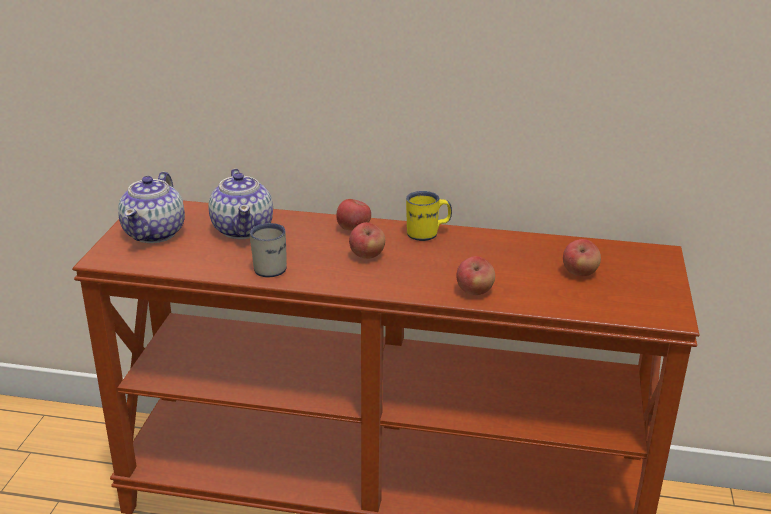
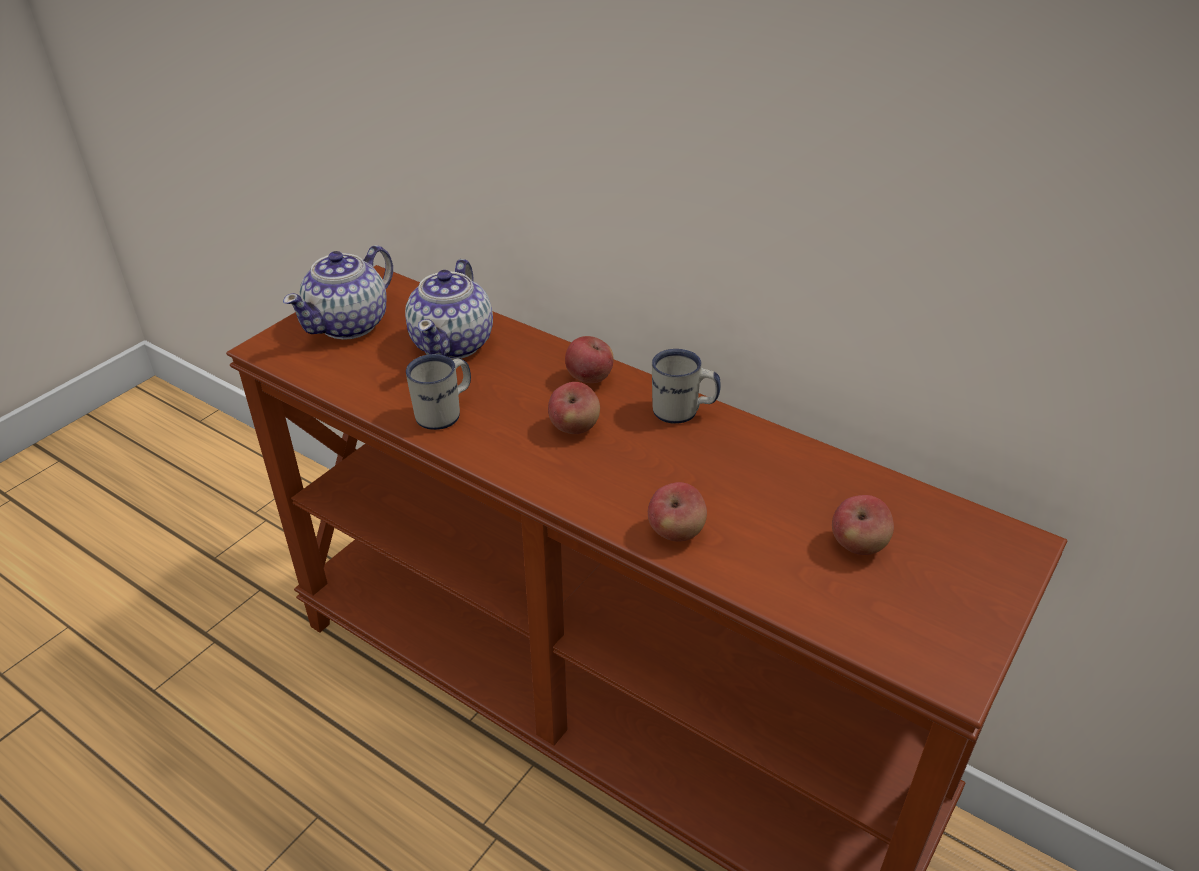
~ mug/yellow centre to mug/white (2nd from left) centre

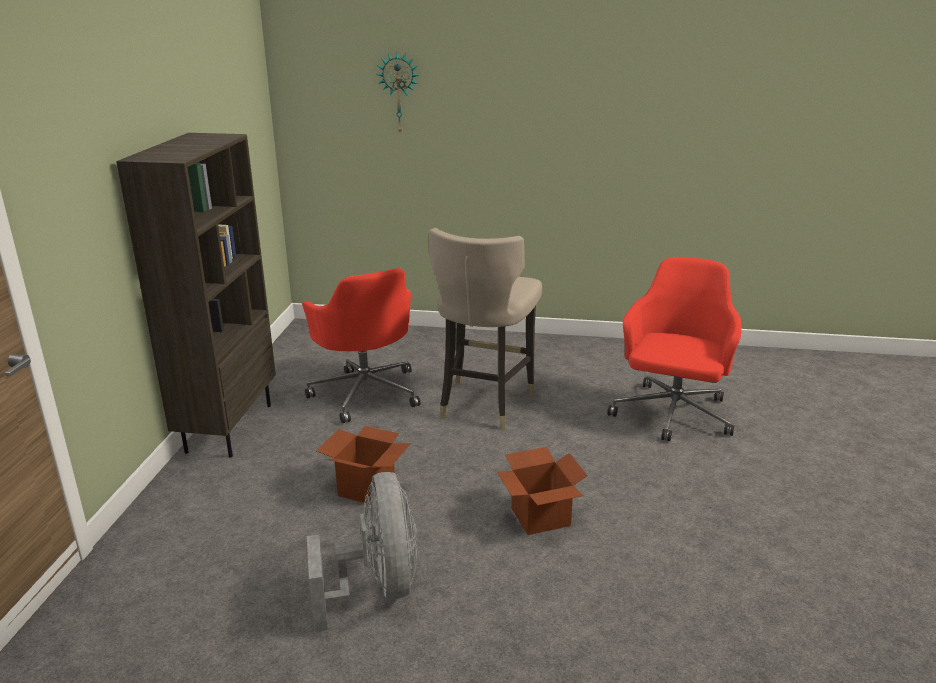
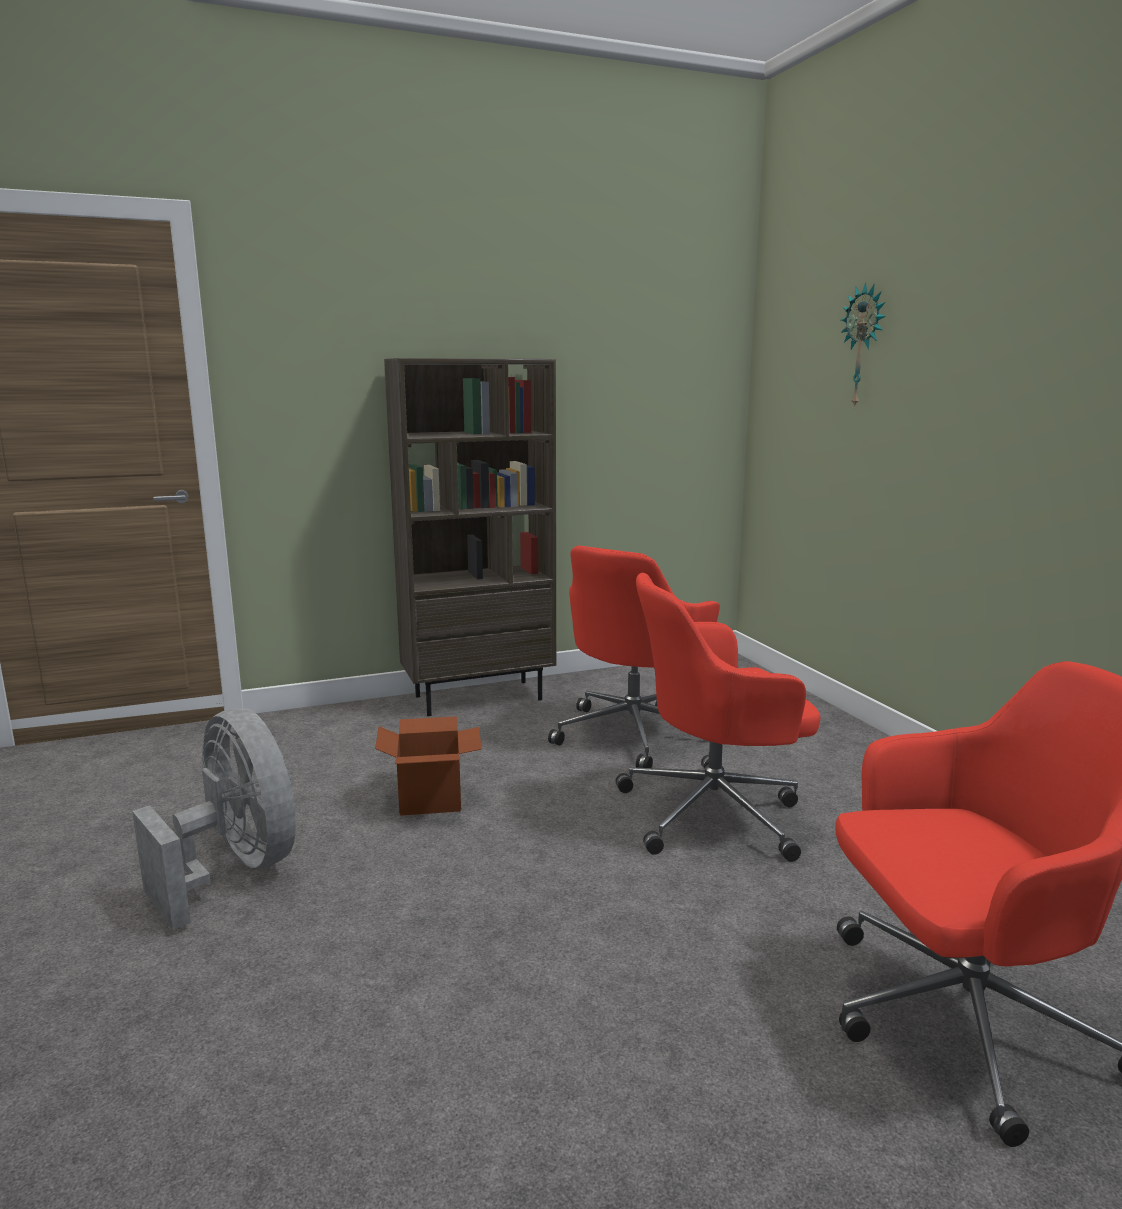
- cardboard box (2nd from left) bottom centre
~ stool/beige centre to office chair/red (2nd from left) centre
~ fan/grey bottom centre = bottom left 90 degrees counterclockwise

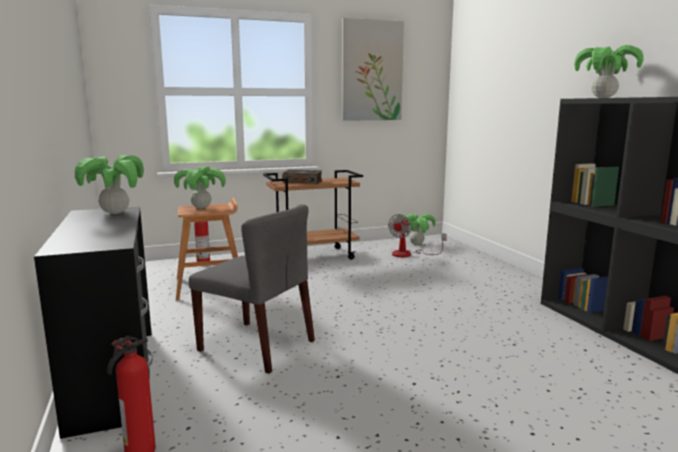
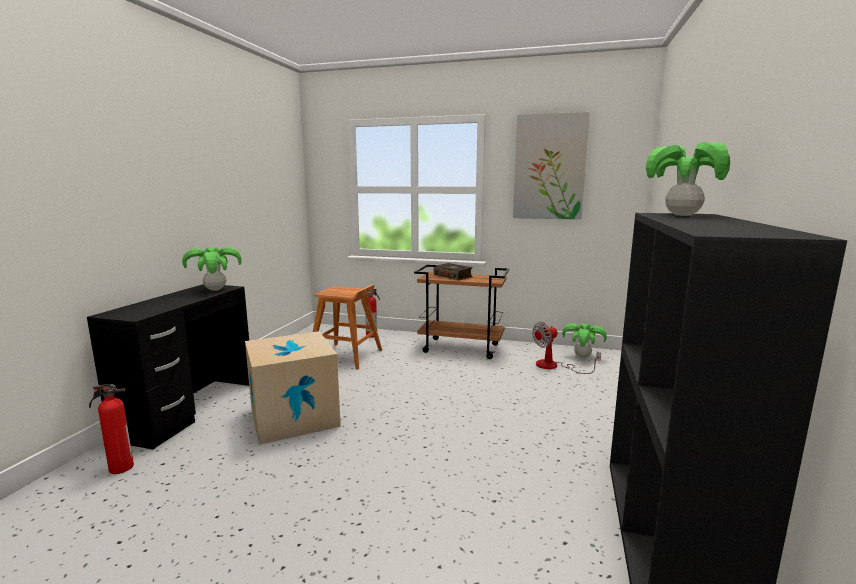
- potted plant (2nd from left) middle left
~ chair/grey centre to cardboard box centre

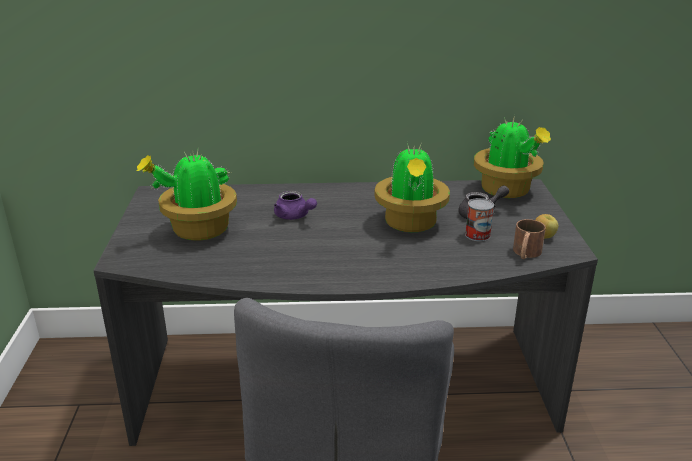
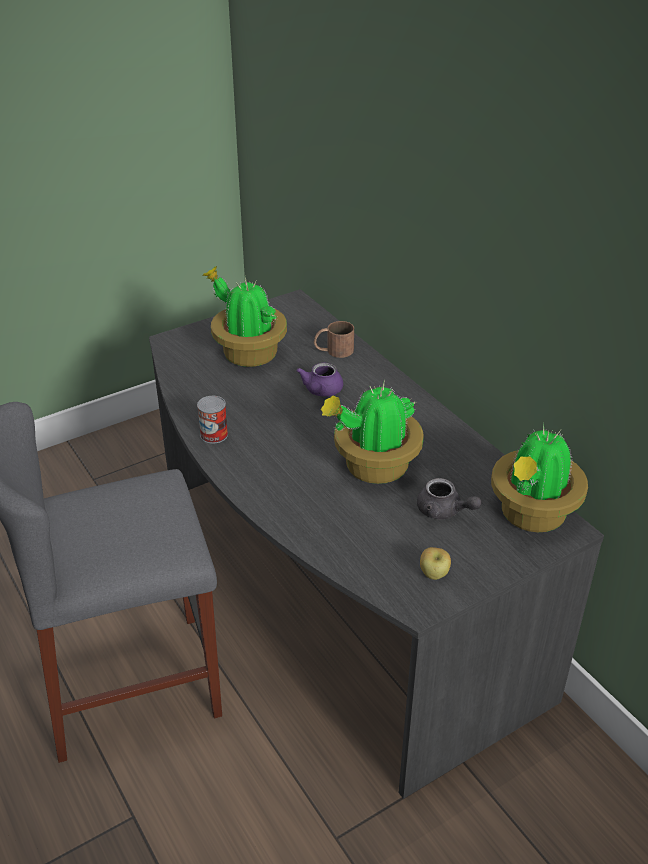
~ can middle right to middle left
~ mug/brown middle right to centre

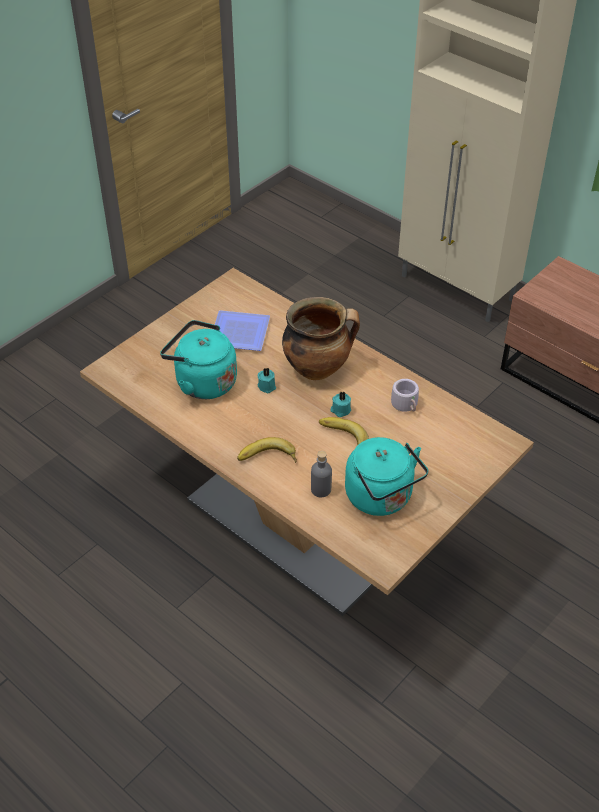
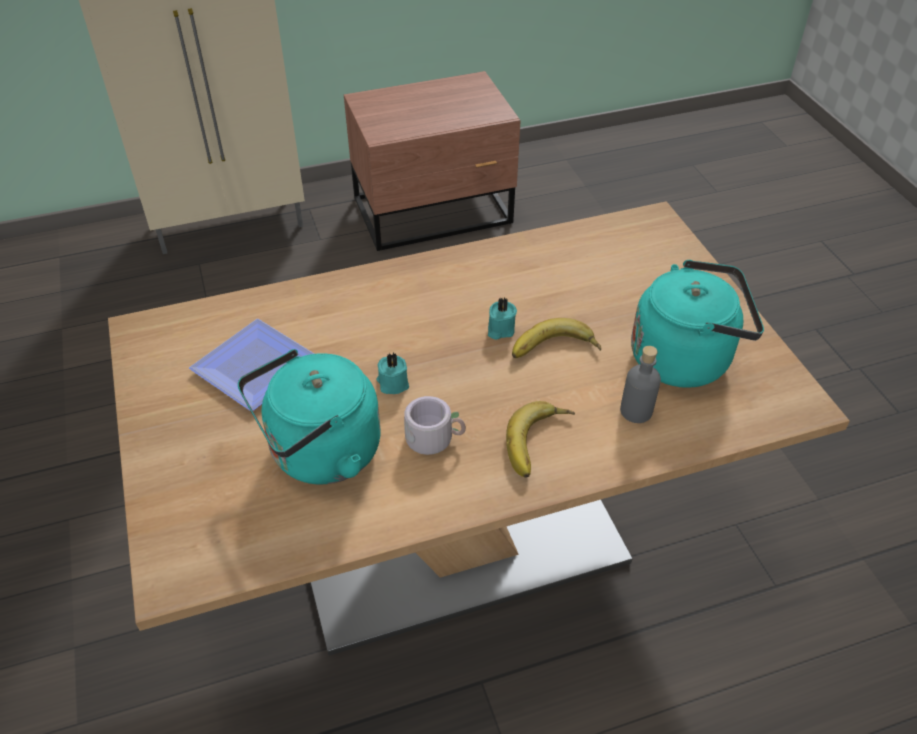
- cooking pot centre
~ mug/grey middle right to centre

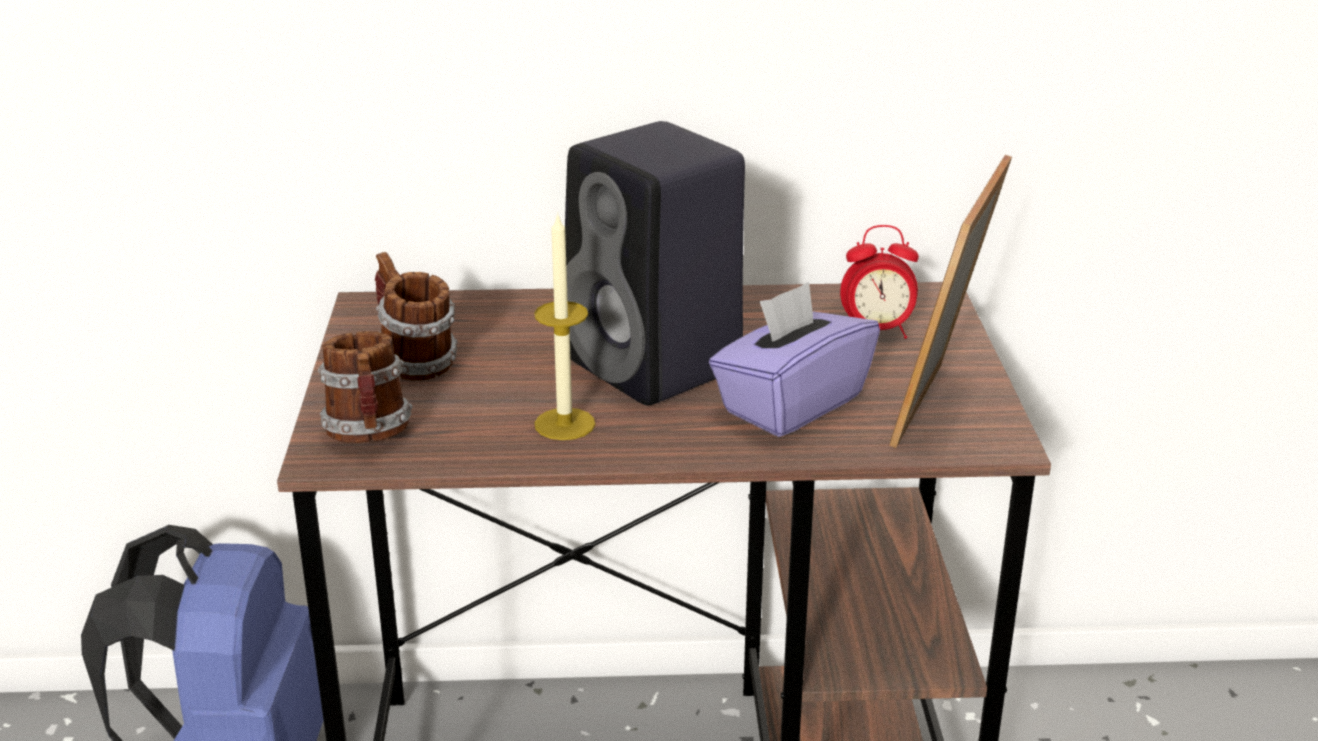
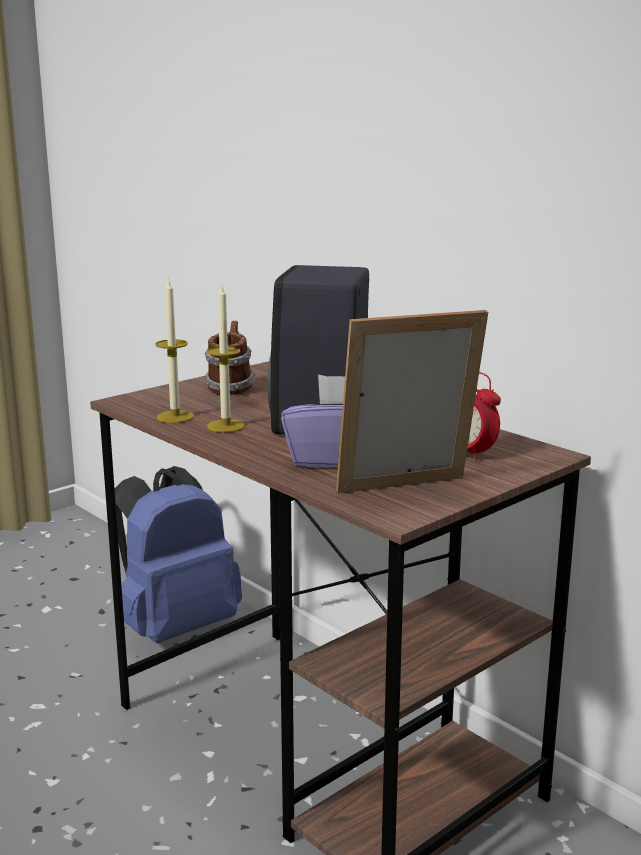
- mug (1st from left) middle left
+ candle (1st from left) middle left

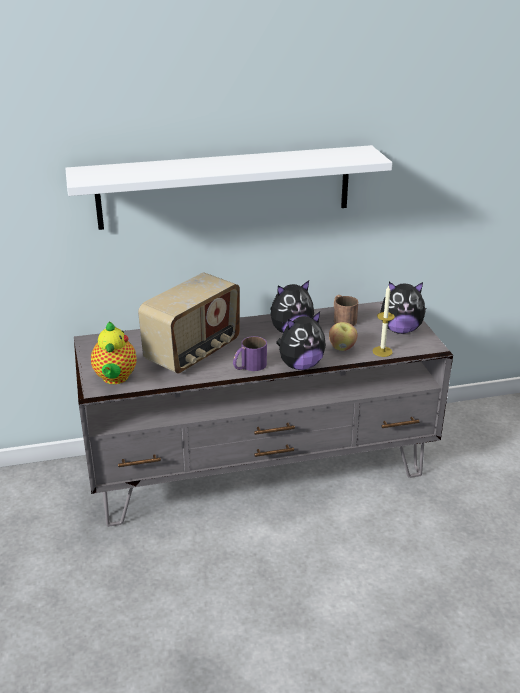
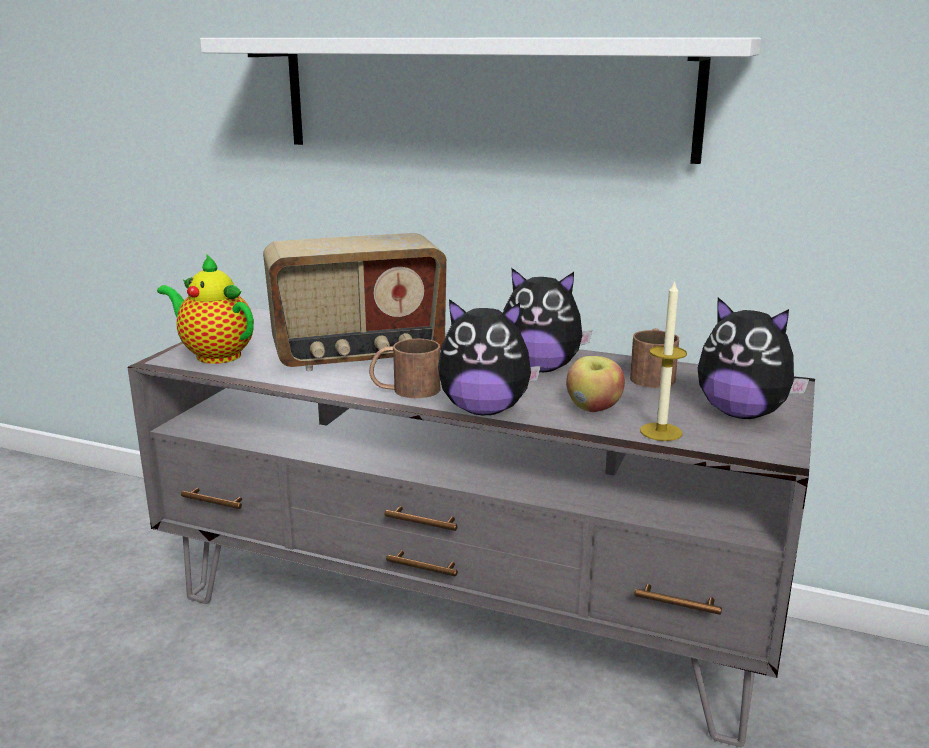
~ mug/purple centre to mug/brown (1st from left) centre
~ teapot middle left = middle left 90 degrees clockwise

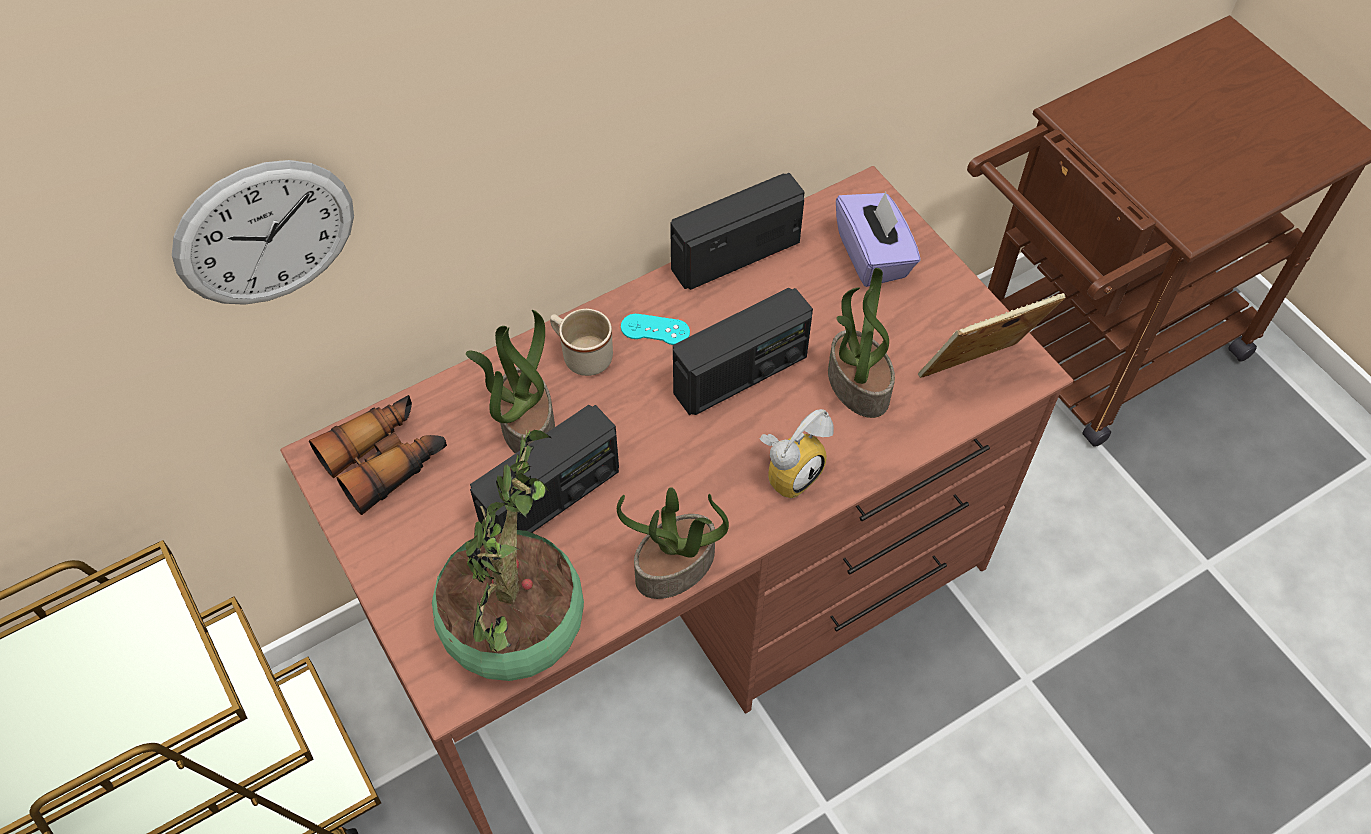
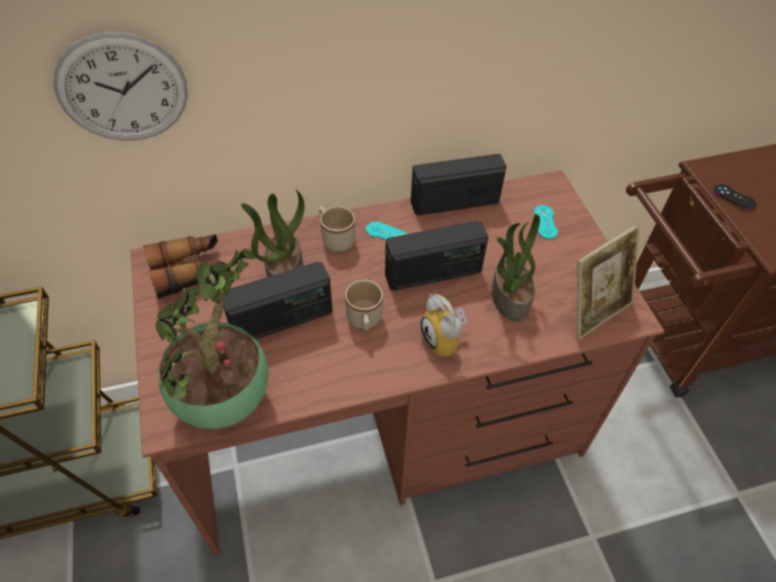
- potted plant (3rd from left) centre
+ mug/beige (2nd from left) centre
+ game controller/black middle right
~ tissue box/purple top centre to game controller/turquoise (2nd from left) middle right
~ alarm clock centre = centre 90 degrees clockwise
~ picture frame middle right = middle right 150 degrees clockwise

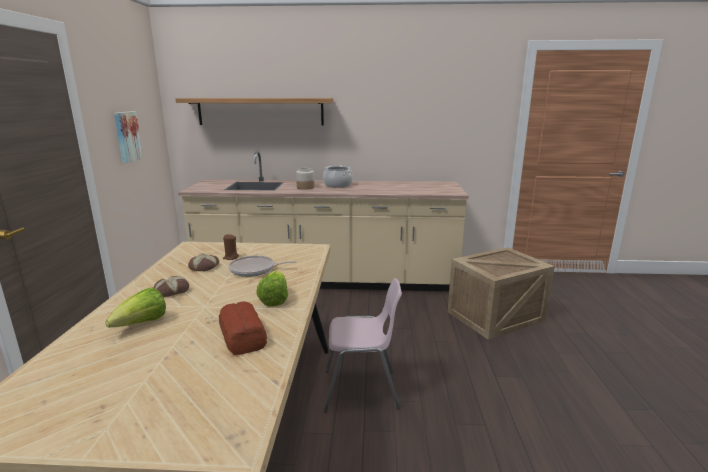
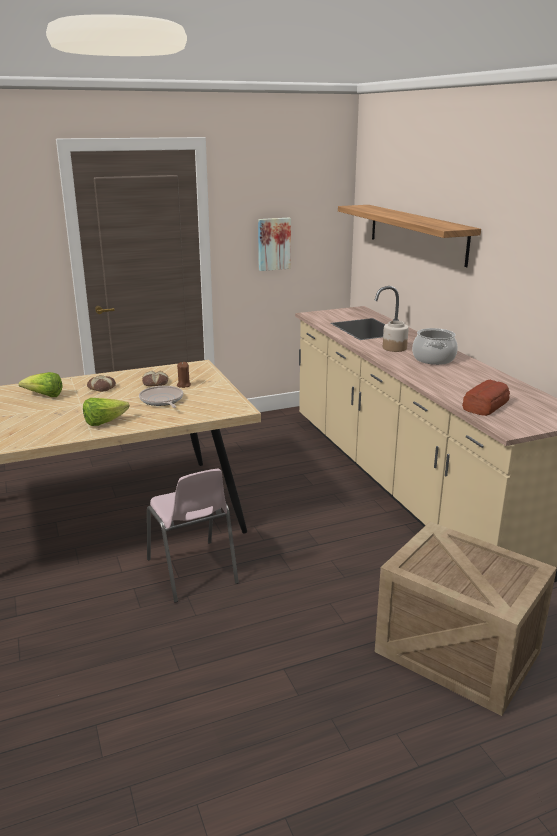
~ bread (3rd from left) bottom centre to middle right

